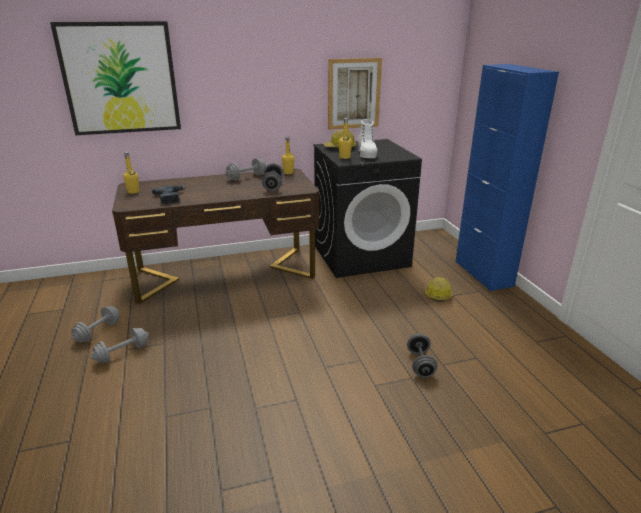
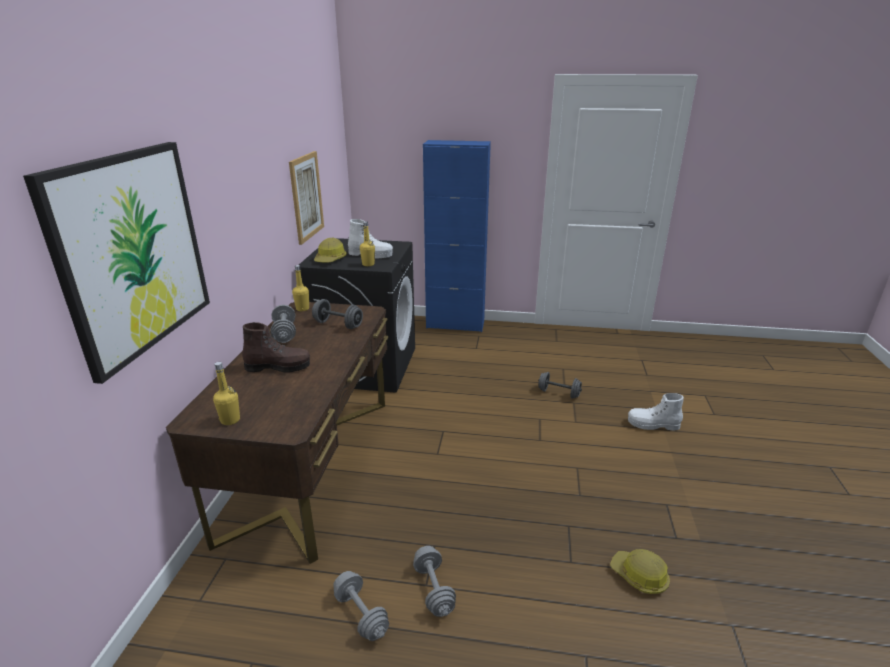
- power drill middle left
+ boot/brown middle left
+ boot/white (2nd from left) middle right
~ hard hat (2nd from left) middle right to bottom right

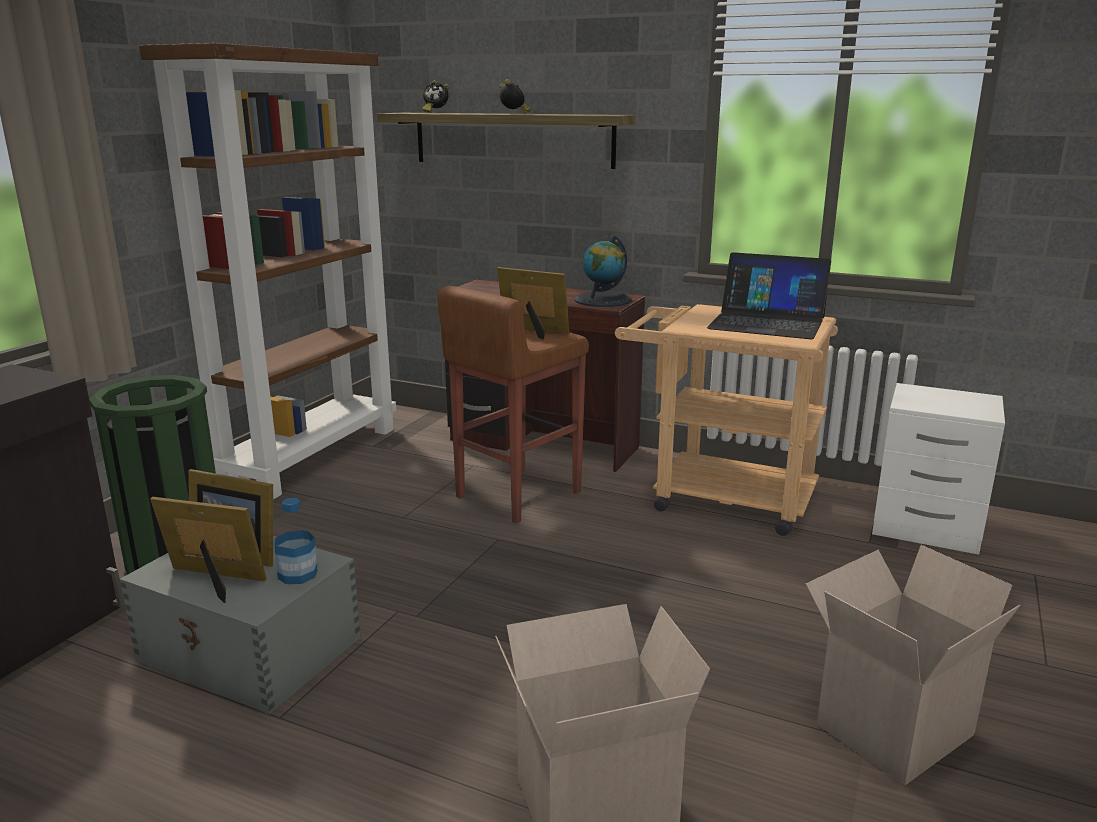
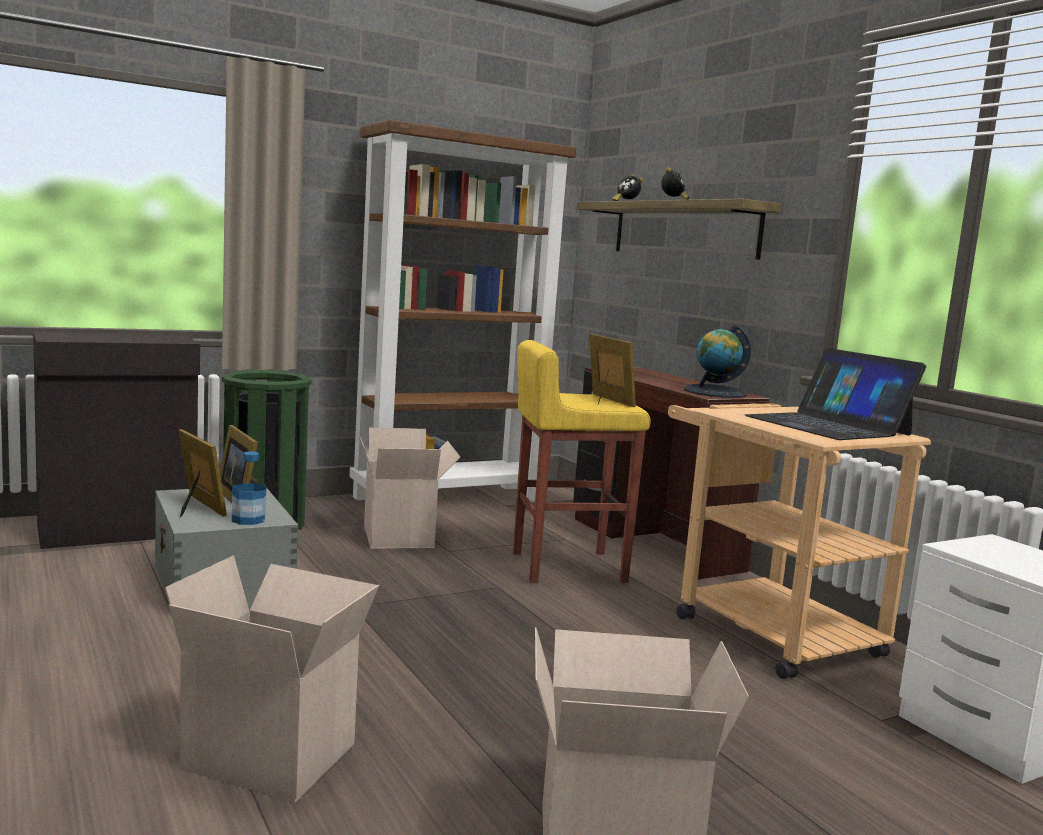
+ cardboard box (2nd from left) centre
~ stool/brown centre to stool/yellow centre

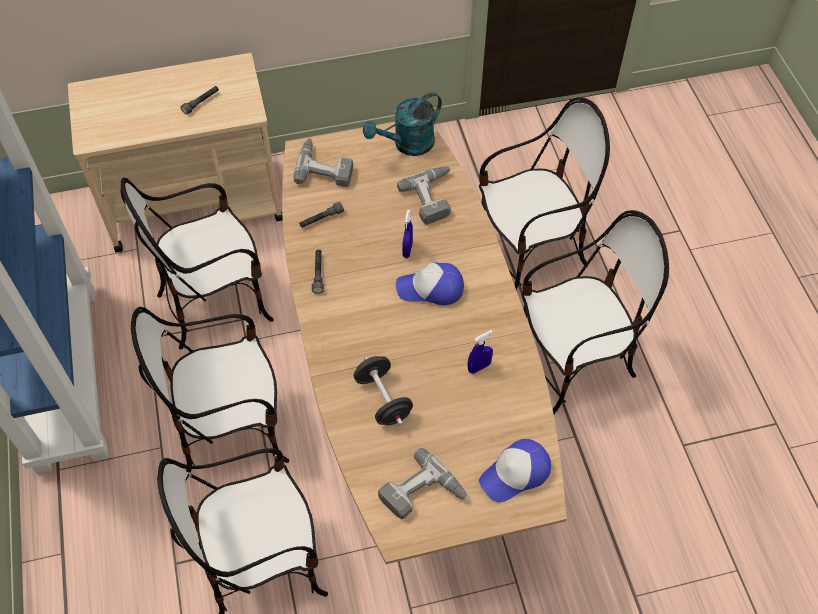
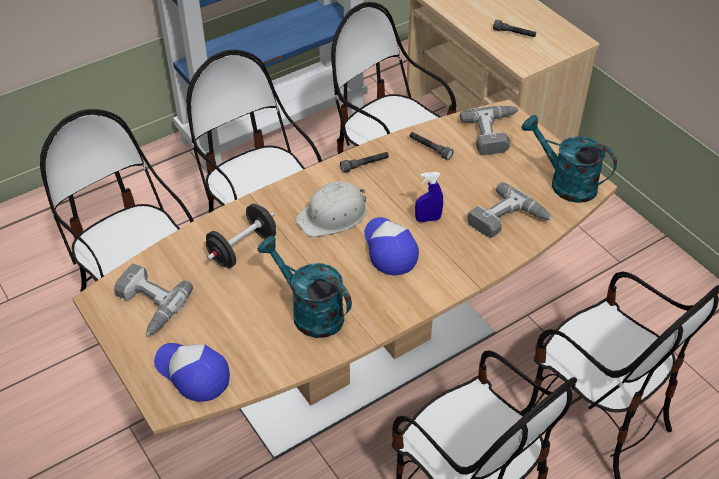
+ hard hat/white centre
~ spray bottle/blue (2nd from left) centre to watering can/turquoise (1st from left) centre

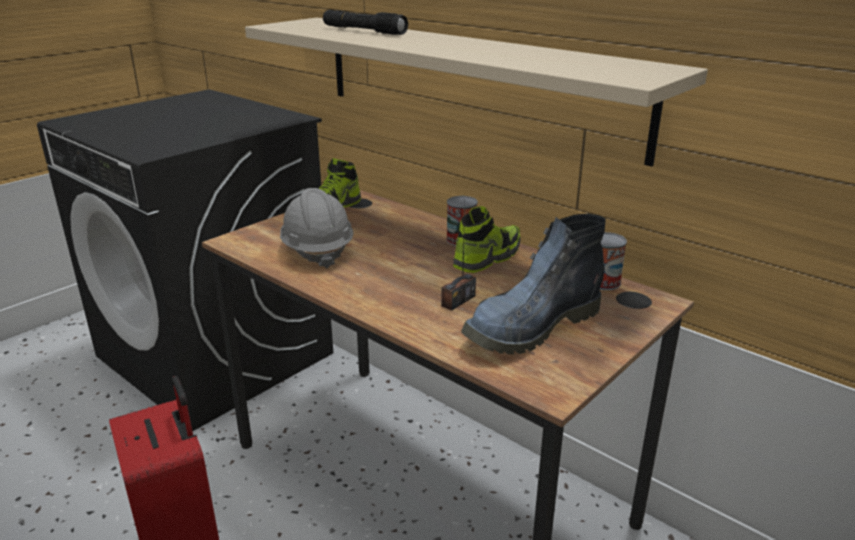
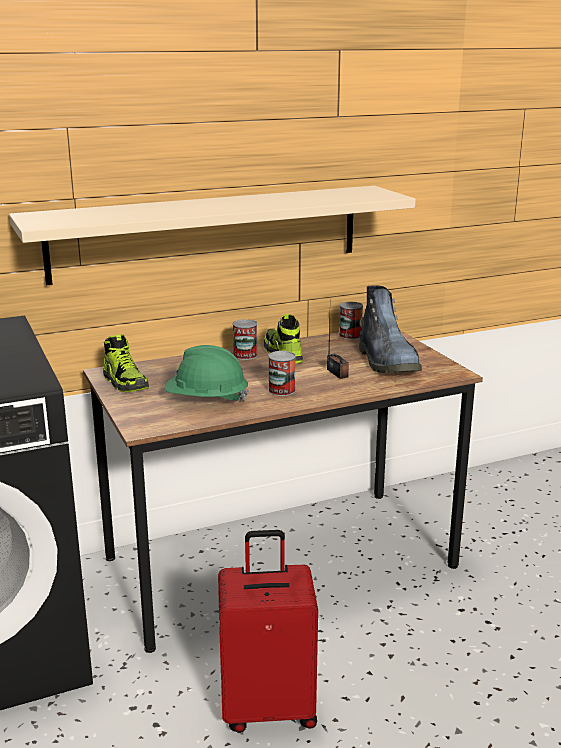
- flashlight/black top centre
+ can (2nd from left) centre
~ hard hat/grey centre to hard hat/green centre

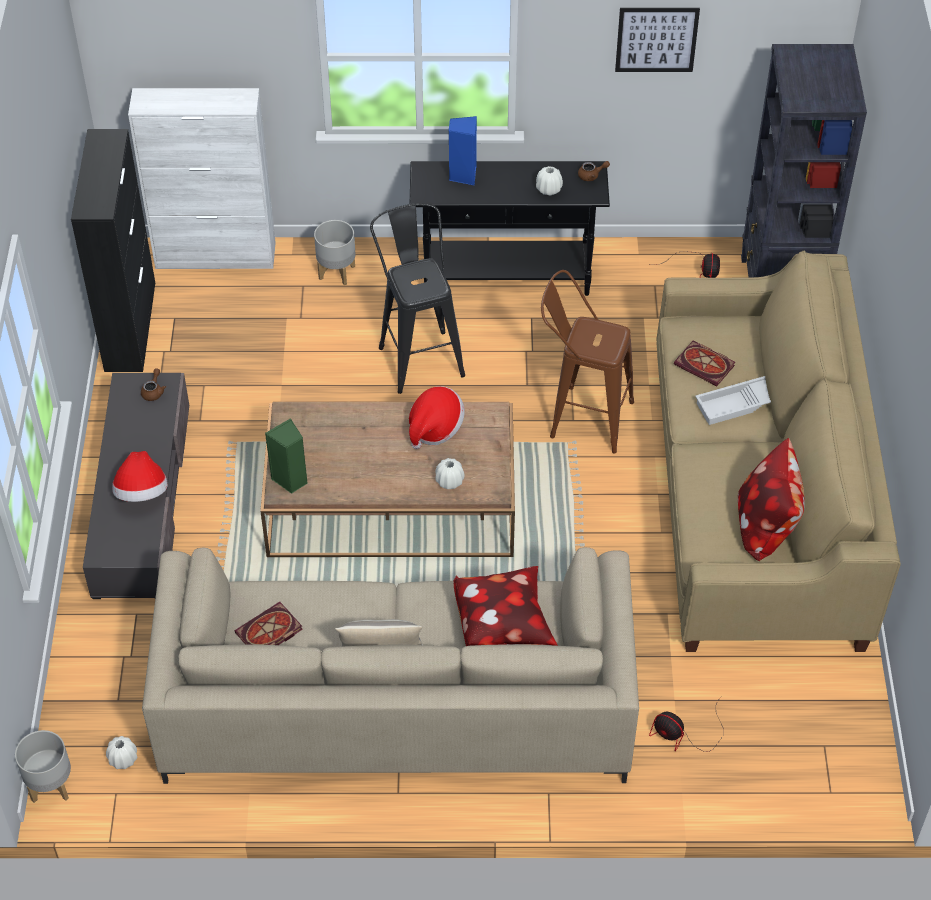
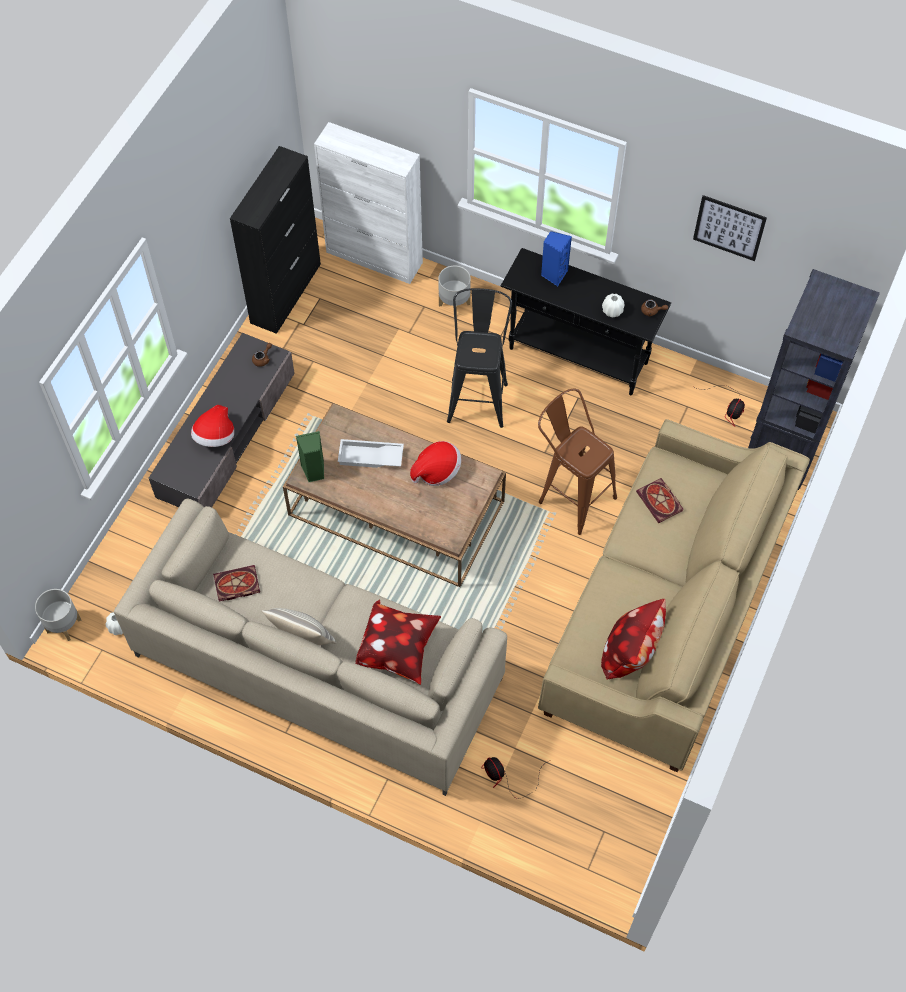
- vase/white (2nd from left) centre
~ tray/white middle right to centre

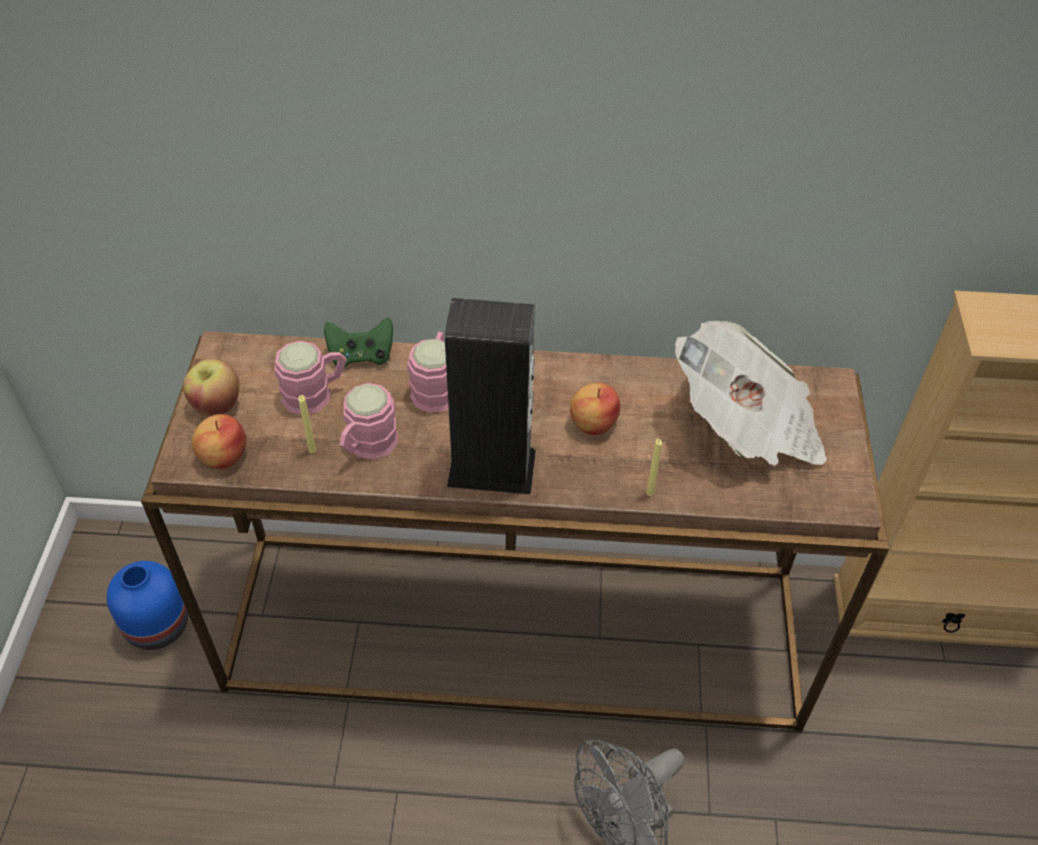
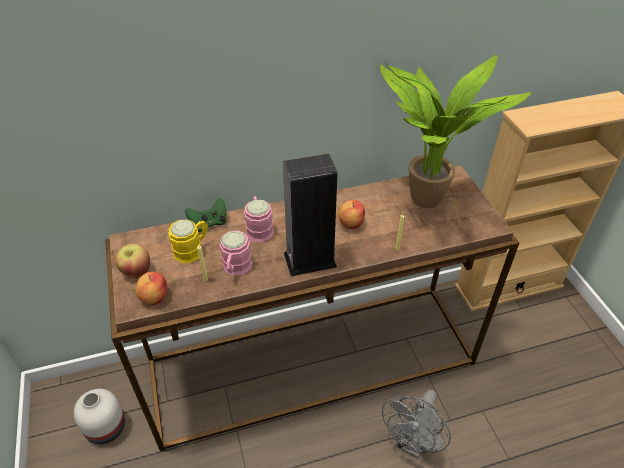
~ newspaper middle right to potted plant top right
~ vase/blue bottom left to vase/white bottom left
~ mug/pink (1st from left) middle left to mug/yellow middle left

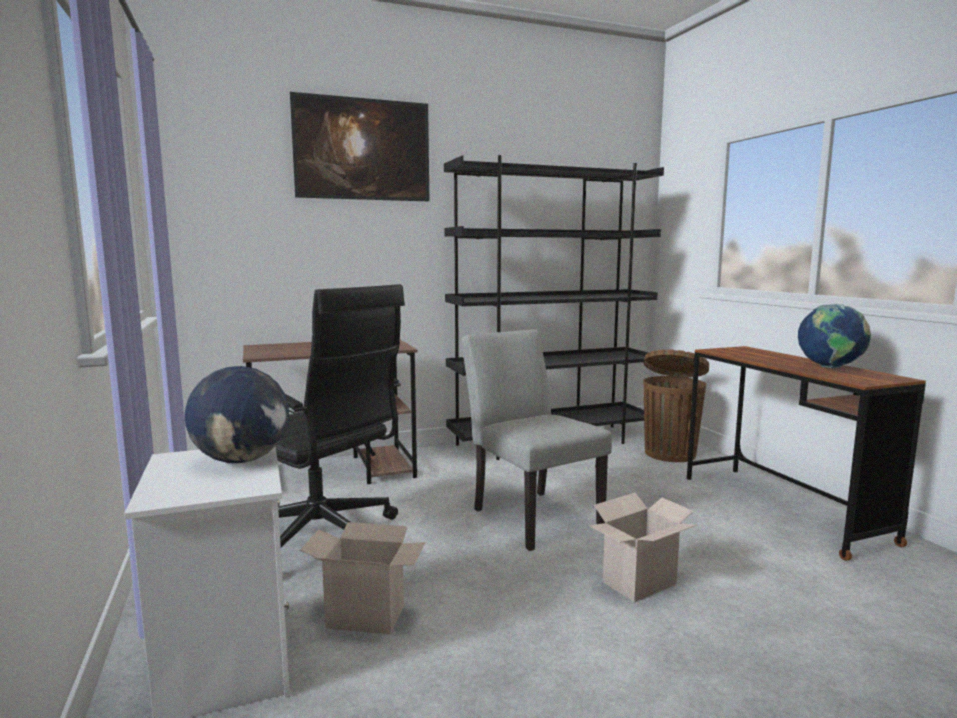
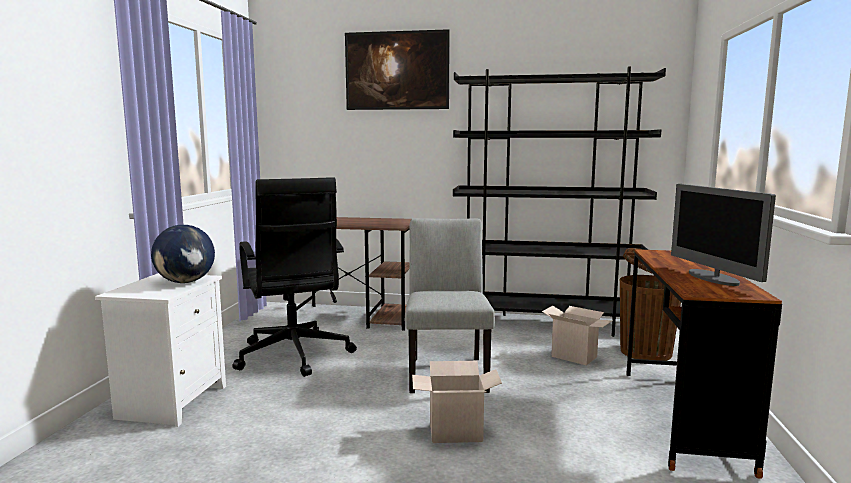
~ cardboard box (1st from left in the first image) bottom centre to cardboard box (2nd from left) bottom right
~ globe (2nd from left) middle right to monitor middle right

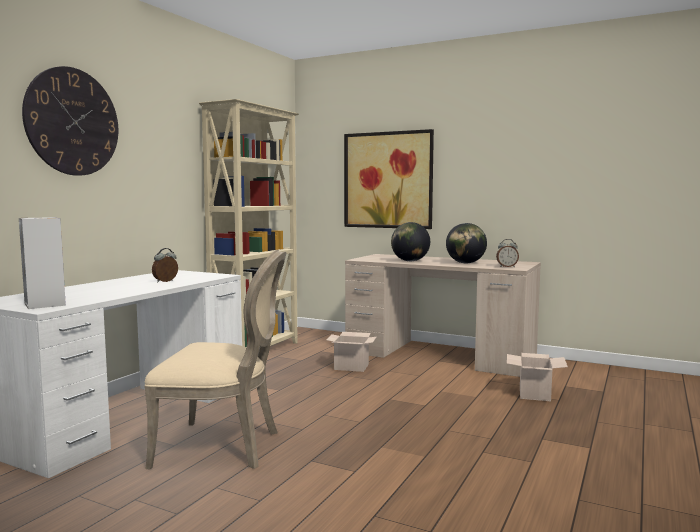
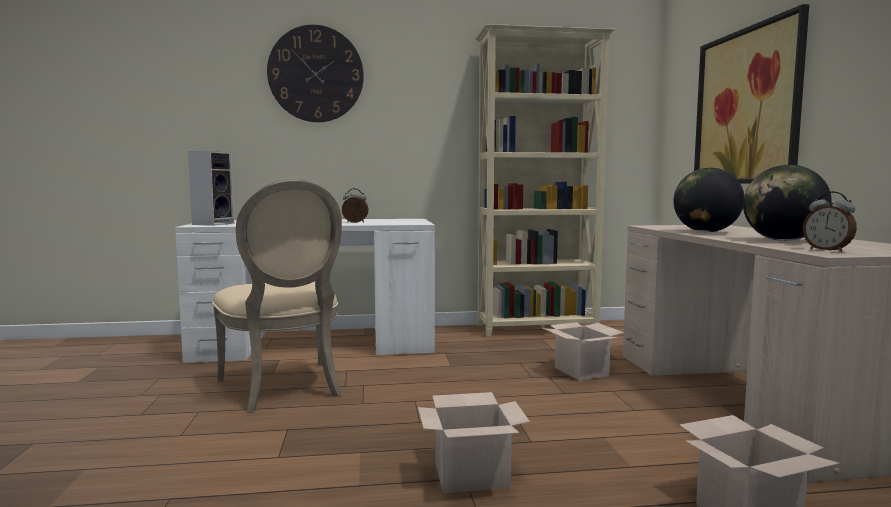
+ cardboard box (1st from left) bottom centre

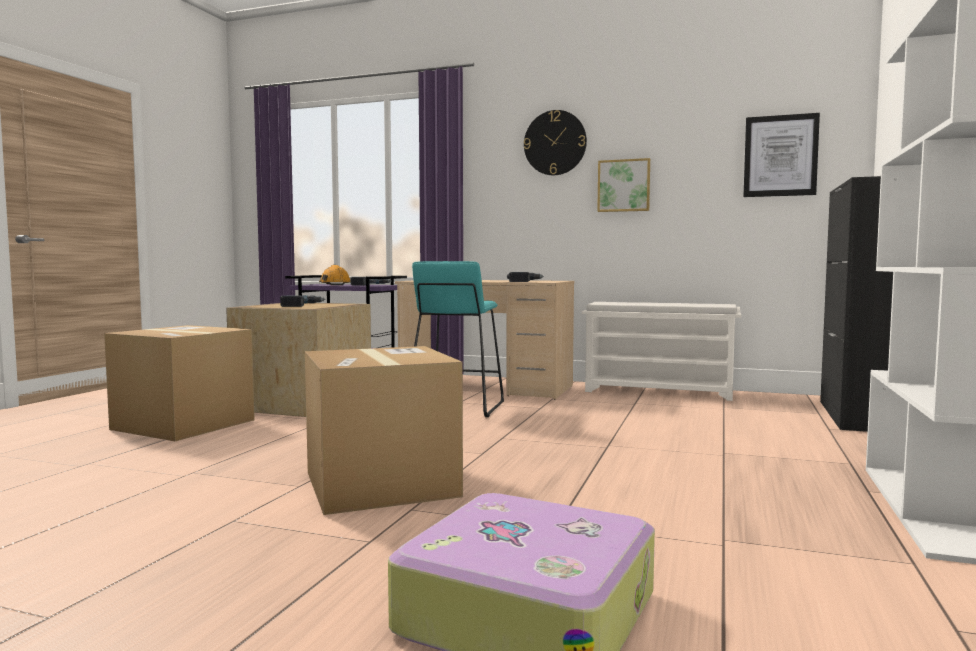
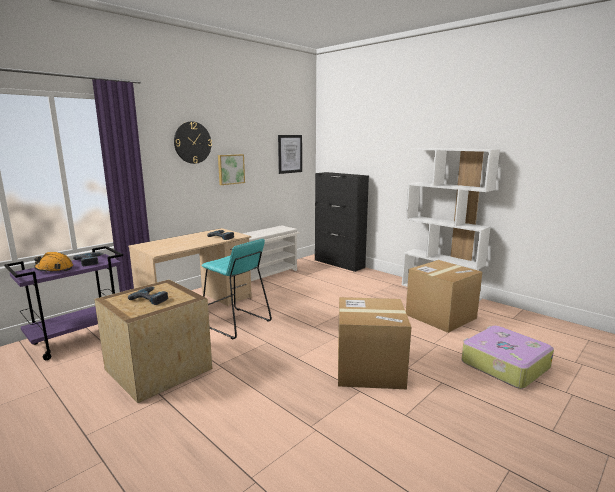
~ cardboard box (1st from left in the first image) middle left to cardboard box (2nd from left) middle right

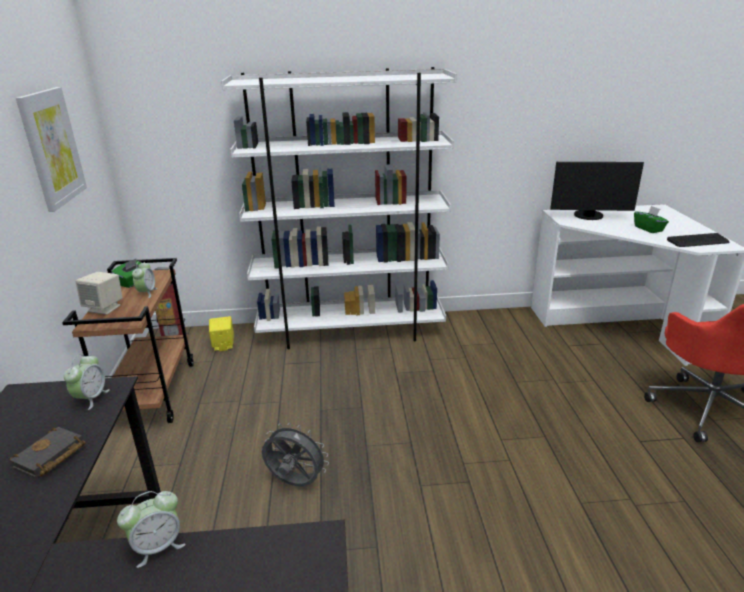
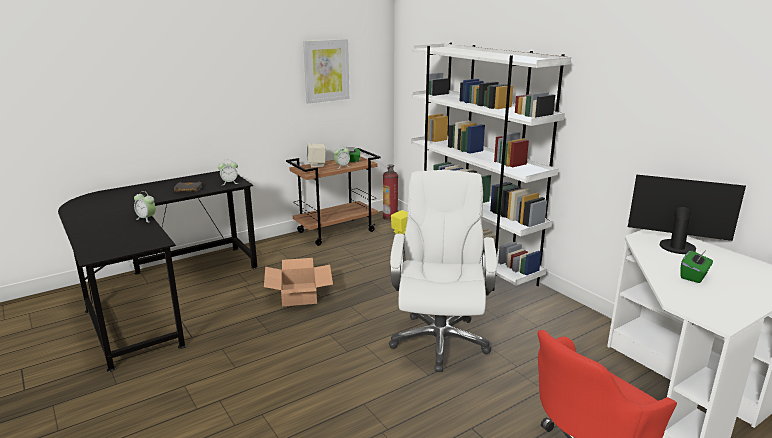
- keyboard middle right
+ office chair/white centre
~ fan/grey bottom centre to cardboard box centre
~ monitor top right = middle right 135 degrees clockwise

